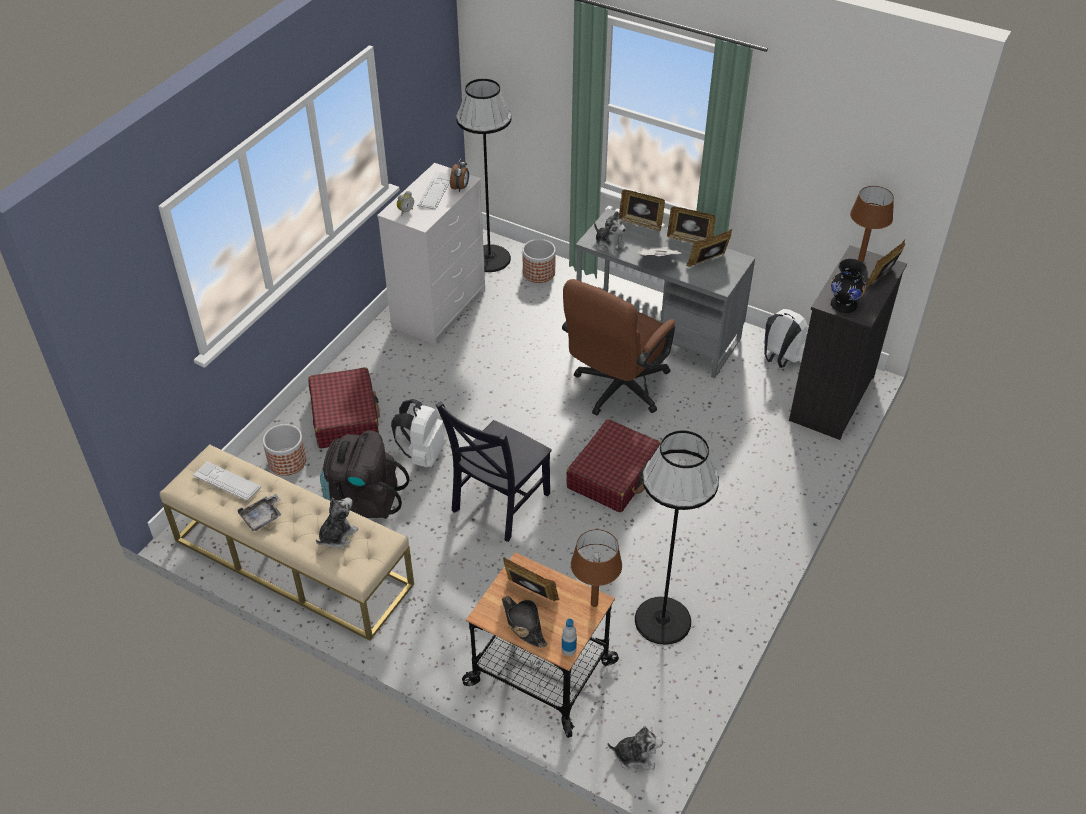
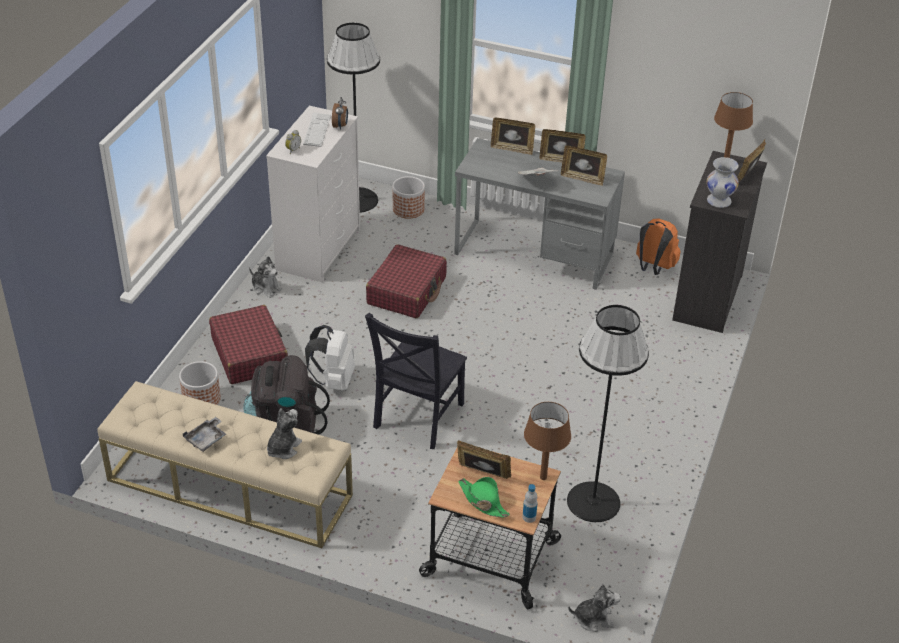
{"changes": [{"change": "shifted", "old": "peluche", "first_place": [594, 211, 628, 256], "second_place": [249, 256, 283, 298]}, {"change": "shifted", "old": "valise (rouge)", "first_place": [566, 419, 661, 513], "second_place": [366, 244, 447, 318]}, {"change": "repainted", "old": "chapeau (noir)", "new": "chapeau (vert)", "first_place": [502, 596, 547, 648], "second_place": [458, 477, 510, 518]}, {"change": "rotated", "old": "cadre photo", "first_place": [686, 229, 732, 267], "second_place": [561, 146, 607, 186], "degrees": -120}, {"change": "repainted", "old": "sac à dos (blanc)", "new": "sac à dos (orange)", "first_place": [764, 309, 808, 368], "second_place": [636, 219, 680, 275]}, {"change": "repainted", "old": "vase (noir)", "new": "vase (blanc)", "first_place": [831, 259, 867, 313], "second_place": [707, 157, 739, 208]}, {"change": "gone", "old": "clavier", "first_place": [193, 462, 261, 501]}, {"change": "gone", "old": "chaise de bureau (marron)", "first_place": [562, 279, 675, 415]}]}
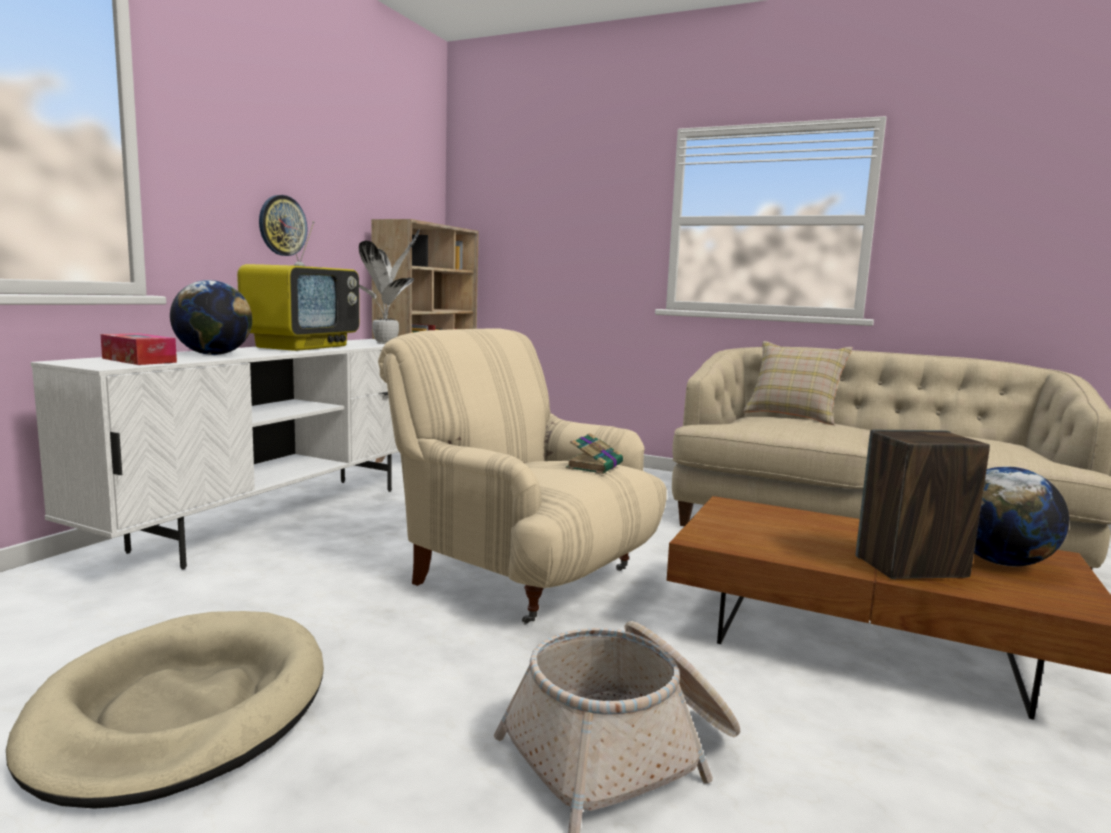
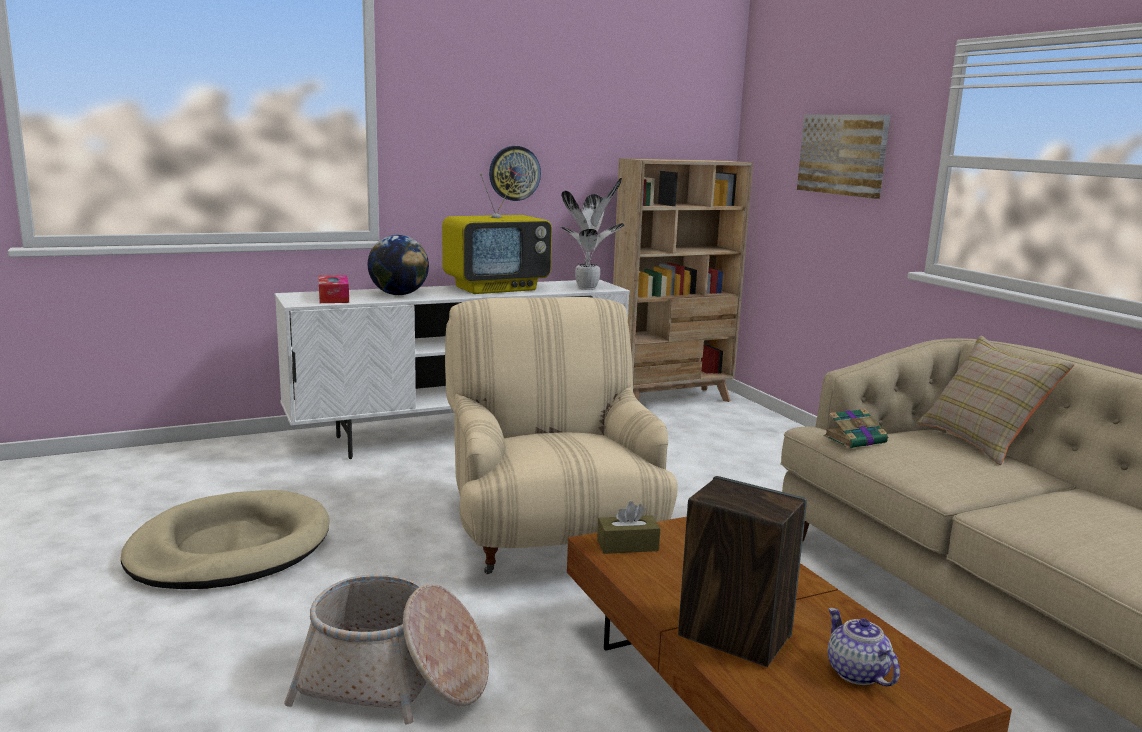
{"changes": [{"change": "new", "new": "boîte à mouchoirs (marron)", "second_place": [597, 501, 660, 554]}, {"change": "new", "new": "tableau", "second_place": [797, 115, 890, 199]}, {"change": "shifted", "old": "livre", "first_place": [566, 433, 623, 474], "second_place": [824, 408, 889, 449]}, {"change": "swapped", "old": "globe", "new": "théière", "first_place": [974, 466, 1069, 567], "second_place": [828, 608, 900, 687]}]}
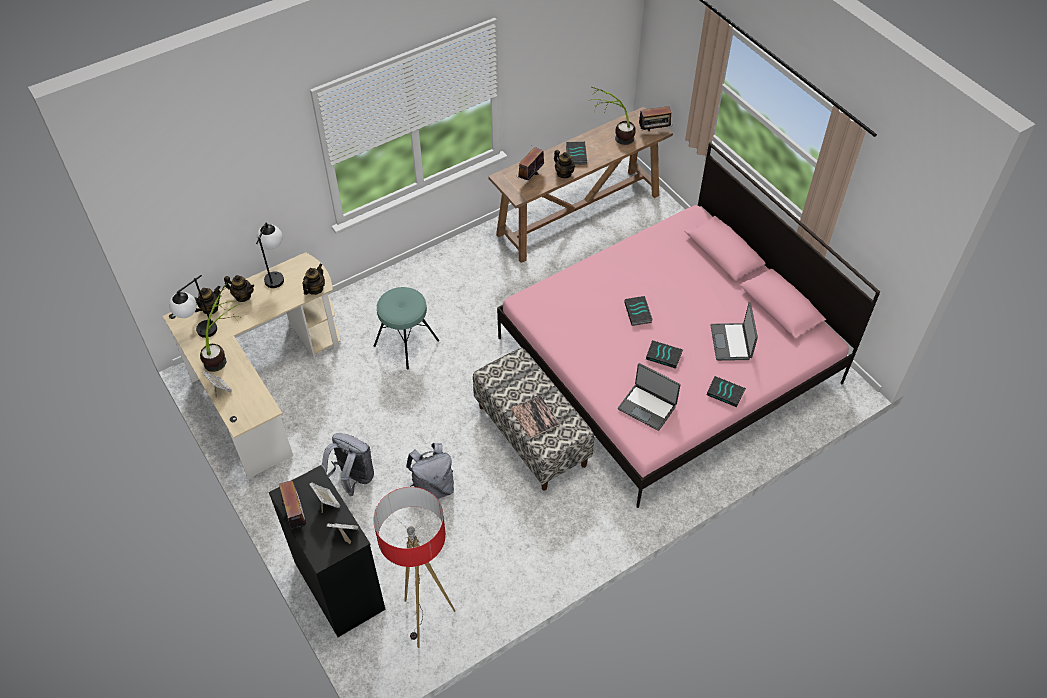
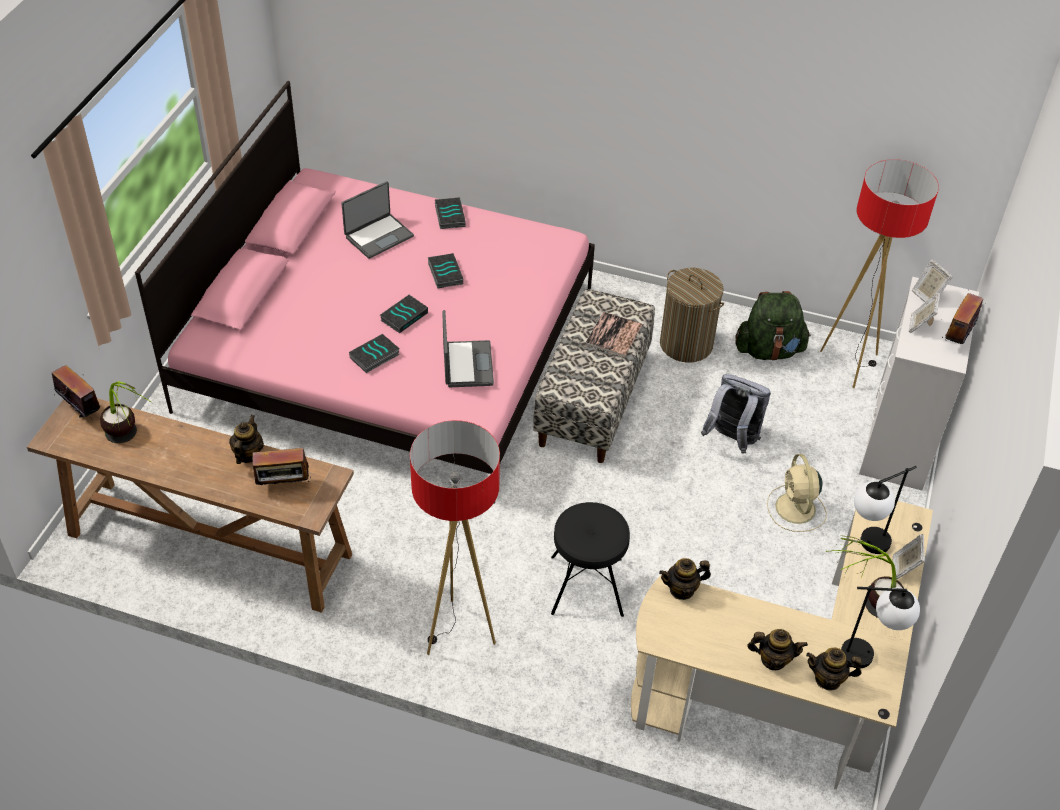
{"changes": [{"change": "shifted", "old": "livre", "first_place": [566, 142, 587, 165], "second_place": [349, 334, 400, 373]}, {"change": "new", "new": "lampadaire", "second_place": [410, 420, 500, 655]}, {"change": "shifted", "old": "ordinateur portable", "first_place": [618, 363, 681, 431], "second_place": [442, 310, 494, 387]}, {"change": "repainted", "old": "tabouret (turquoise)", "new": "tabouret (noir)", "first_place": [374, 287, 439, 370], "second_place": [551, 502, 630, 617]}, {"change": "new", "new": "panier à linge", "second_place": [660, 268, 724, 363]}, {"change": "new", "new": "sac à dos (vert)", "second_place": [735, 291, 811, 361]}, {"change": "rotated", "old": "théière", "first_place": [224, 275, 254, 302], "second_place": [747, 629, 808, 670], "degrees": 120}, {"change": "swapped", "old": "sac à dos (gris)", "new": "ventilateur (beige)", "first_place": [322, 433, 374, 496], "second_place": [767, 454, 827, 532]}, {"change": "shifted", "old": "lampe de table", "first_place": [256, 223, 284, 288], "second_place": [854, 466, 917, 554]}, {"change": "repainted", "old": "commode (noir)", "new": "commode (blanc)", "first_place": [269, 465, 386, 637], "second_place": [859, 277, 979, 490]}]}
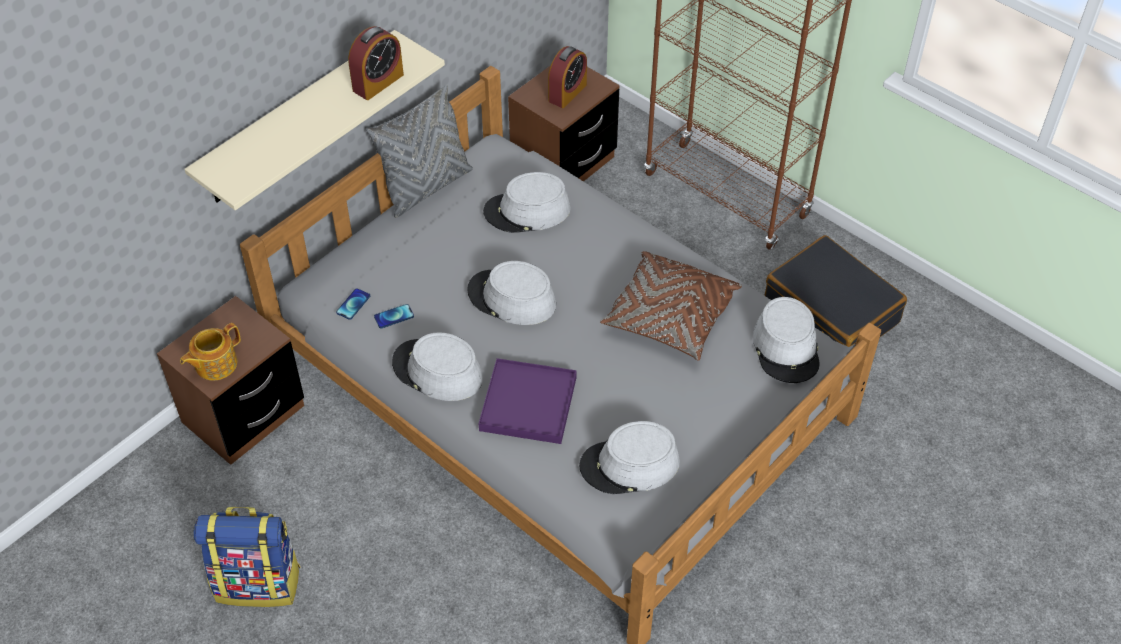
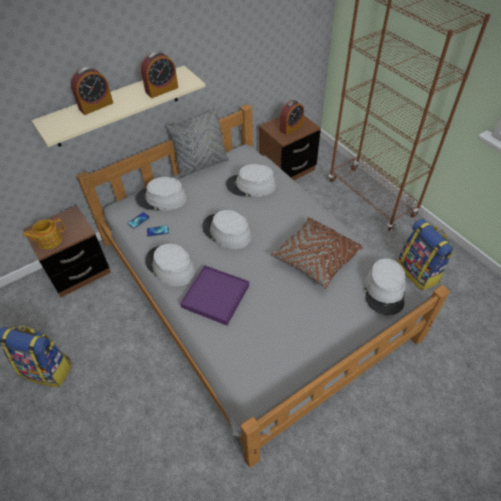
{"changes": [{"change": "new", "new": "réveil", "second_place": [71, 67, 113, 115]}, {"change": "shifted", "old": "chapeau (gris)", "first_place": [579, 421, 680, 494], "second_place": [136, 177, 187, 211]}, {"change": "swapped", "old": "valise (noir)", "new": "sac à dos", "first_place": [765, 235, 907, 347], "second_place": [397, 219, 453, 291]}]}
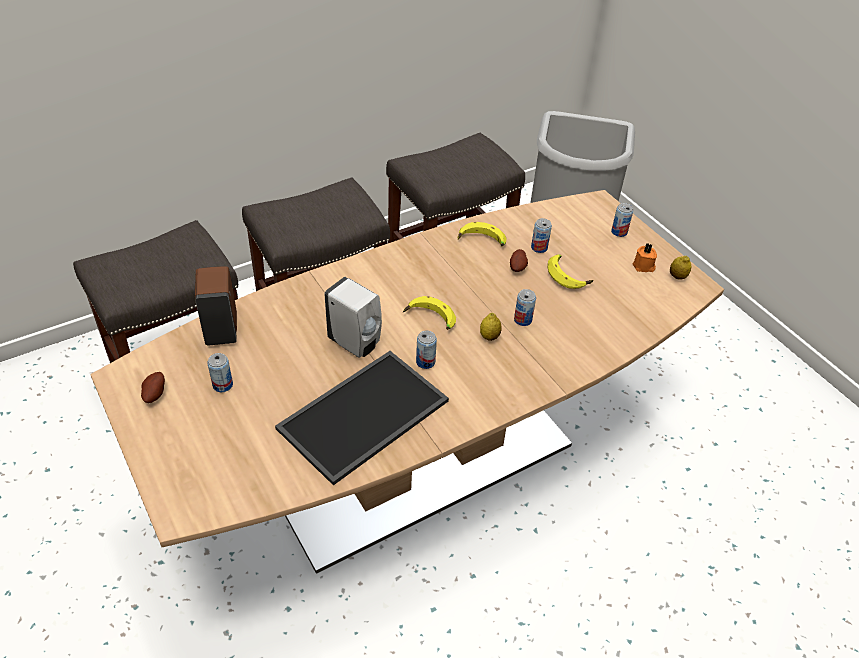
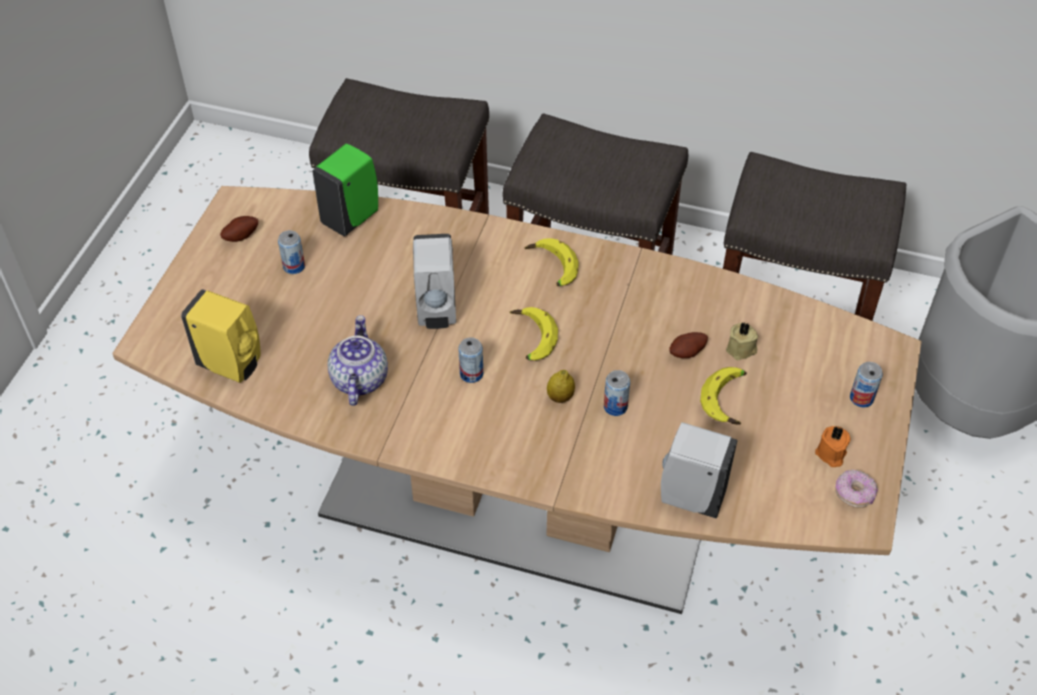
{"changes": [{"change": "new", "new": "distributeur de savon (jaune)", "second_place": [181, 289, 261, 383]}, {"change": "repainted", "old": "distributeur de savon (marron)", "new": "distributeur de savon (vert)", "first_place": [195, 266, 237, 345], "second_place": [312, 143, 378, 236]}, {"change": "swapped", "old": "plateau", "new": "théière", "first_place": [275, 351, 449, 485], "second_place": [328, 315, 388, 406]}, {"change": "shifted", "old": "banane", "first_place": [457, 222, 507, 246], "second_place": [525, 238, 579, 286]}, {"change": "new", "new": "distributeur de savon (blanc)", "second_place": [661, 422, 738, 519]}, {"change": "swapped", "old": "boîte métallique", "new": "bougie (beige)", "first_place": [531, 218, 552, 253], "second_place": [726, 322, 758, 360]}, {"change": "swapped", "old": "citron", "new": "beignet", "first_place": [670, 256, 691, 280], "second_place": [835, 469, 878, 508]}]}
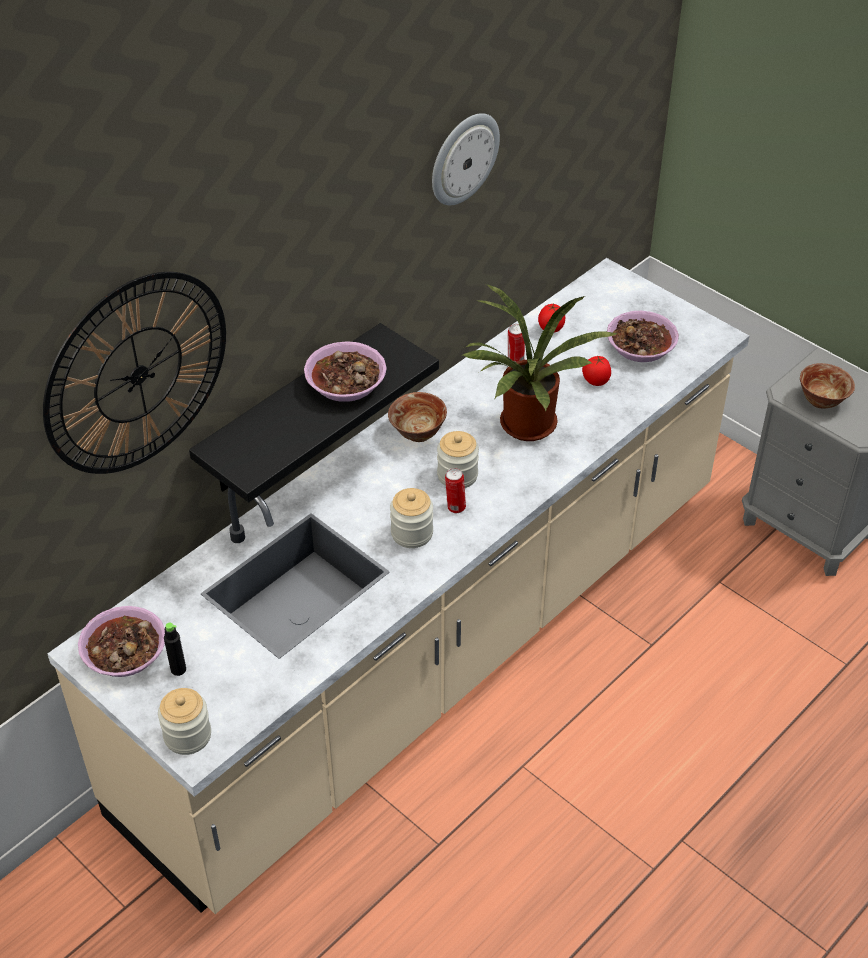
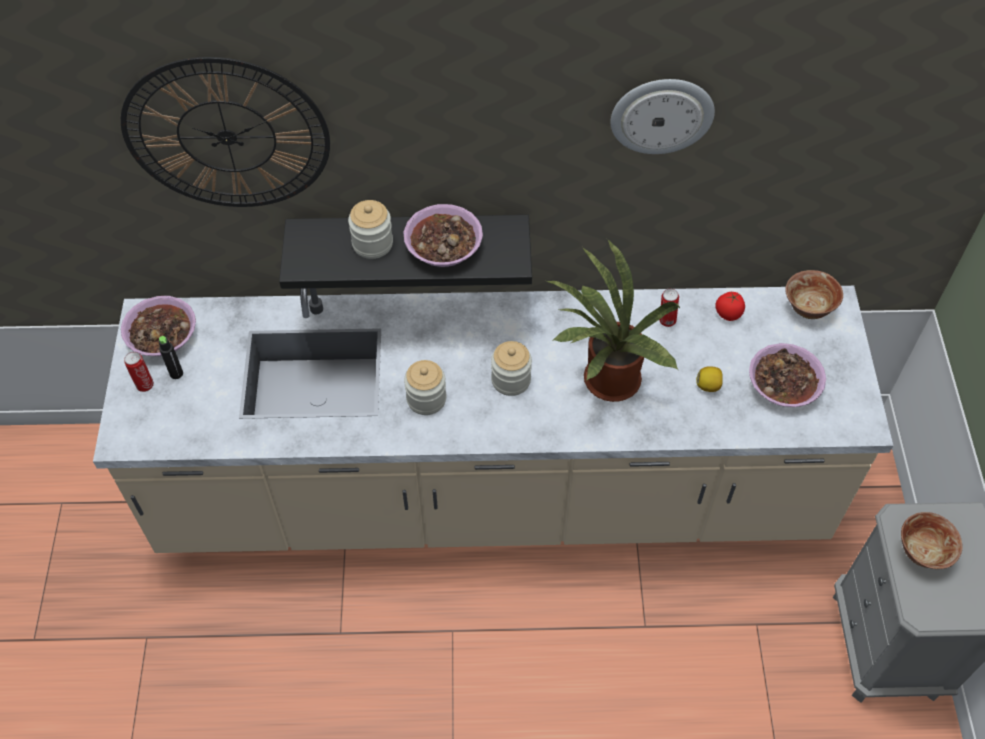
{"changes": [{"change": "shifted", "old": "boîte métallique", "first_place": [445, 468, 466, 513], "second_place": [124, 352, 154, 392]}, {"change": "shifted", "old": "bocal", "first_place": [158, 688, 211, 755], "second_place": [348, 200, 393, 259]}, {"change": "swapped", "old": "tomate", "new": "citron", "first_place": [582, 356, 611, 386], "second_place": [696, 366, 723, 392]}, {"change": "shifted", "old": "bol", "first_place": [388, 392, 447, 442], "second_place": [785, 270, 843, 319]}]}
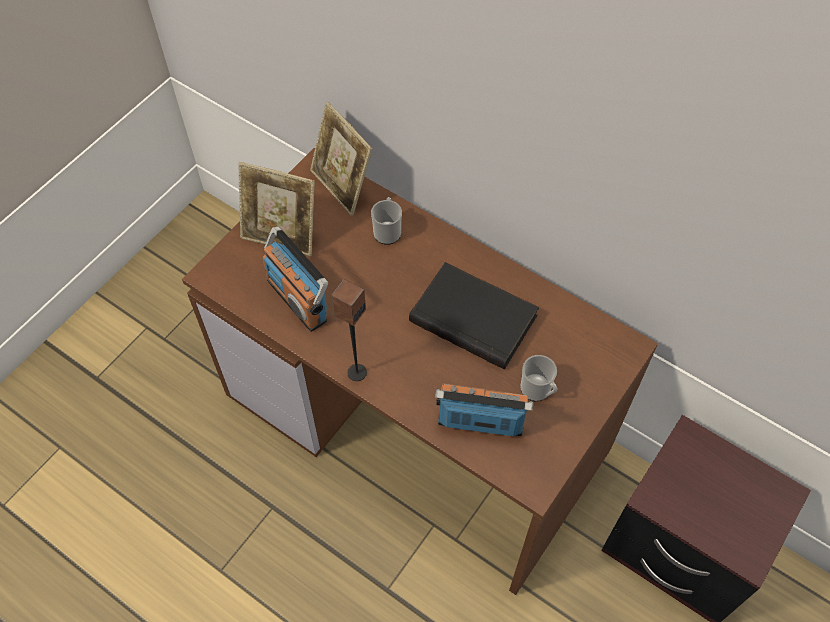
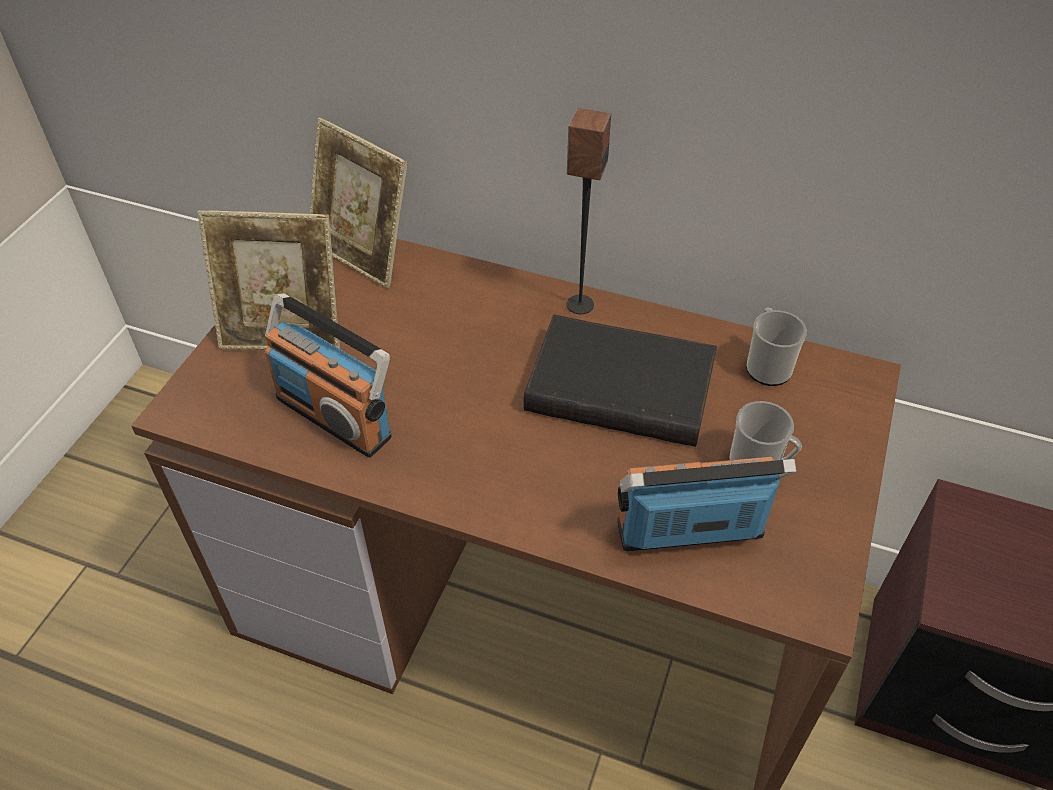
{"changes": [{"change": "shifted", "old": "enceinte", "first_place": [331, 279, 367, 381], "second_place": [566, 108, 611, 314]}, {"change": "shifted", "old": "mug", "first_place": [371, 197, 402, 245], "second_place": [746, 308, 807, 386]}]}
